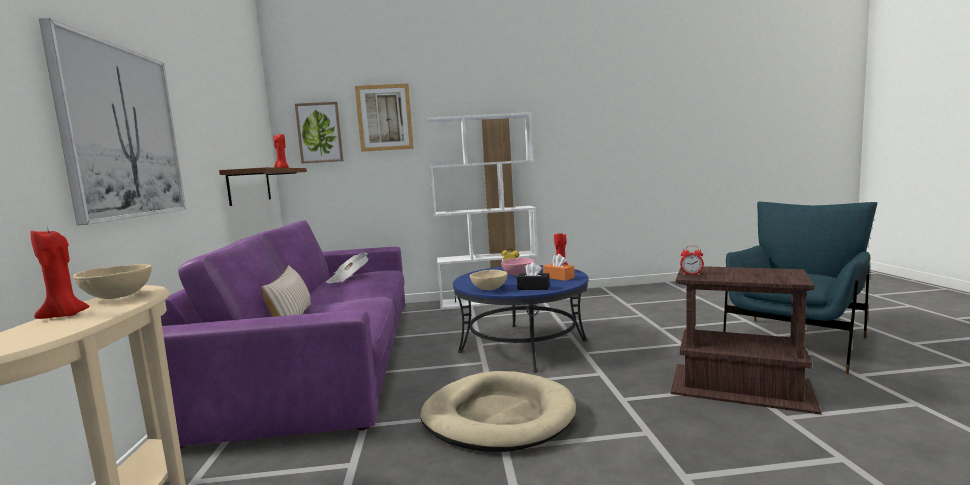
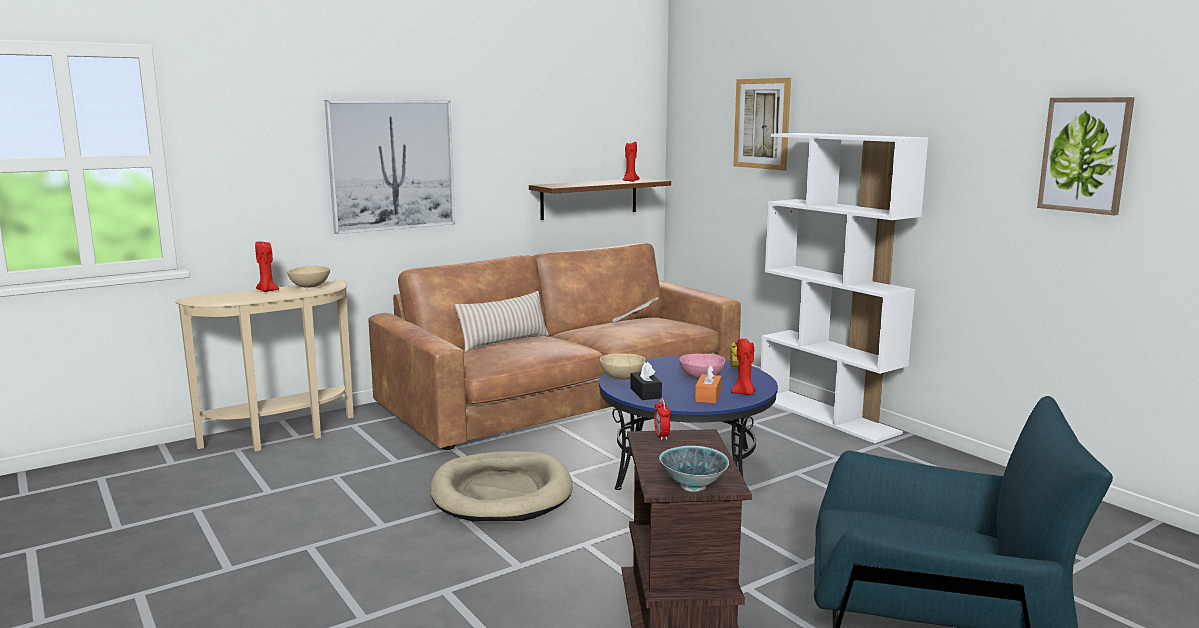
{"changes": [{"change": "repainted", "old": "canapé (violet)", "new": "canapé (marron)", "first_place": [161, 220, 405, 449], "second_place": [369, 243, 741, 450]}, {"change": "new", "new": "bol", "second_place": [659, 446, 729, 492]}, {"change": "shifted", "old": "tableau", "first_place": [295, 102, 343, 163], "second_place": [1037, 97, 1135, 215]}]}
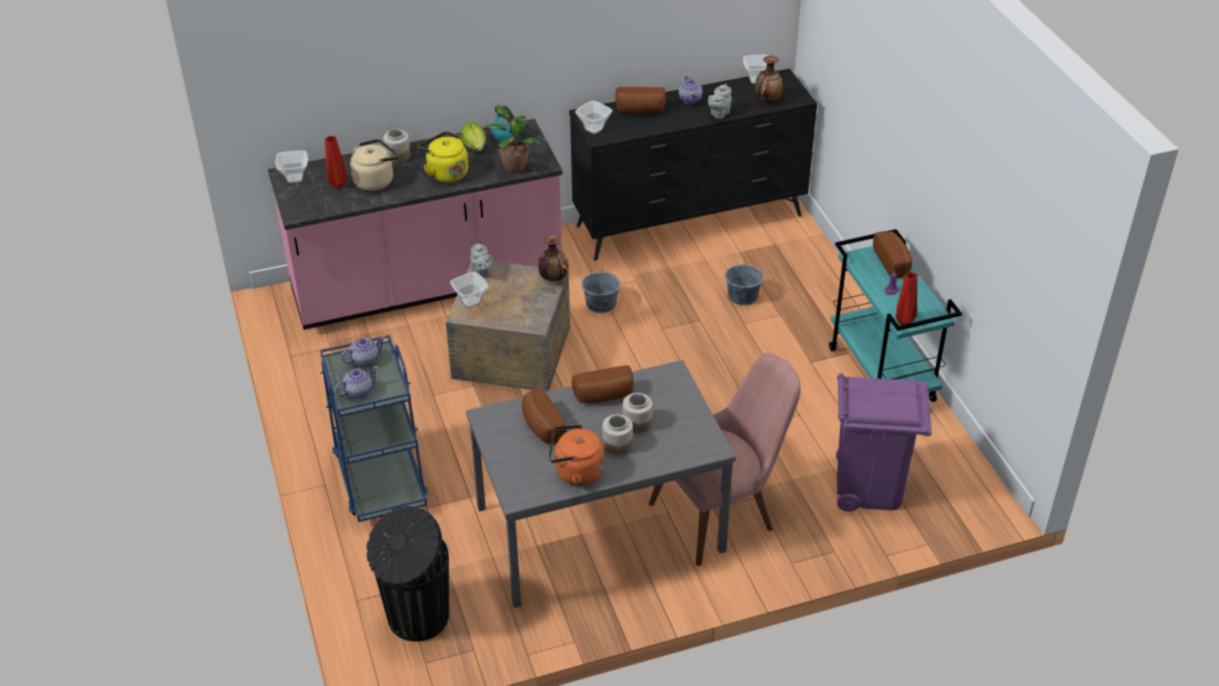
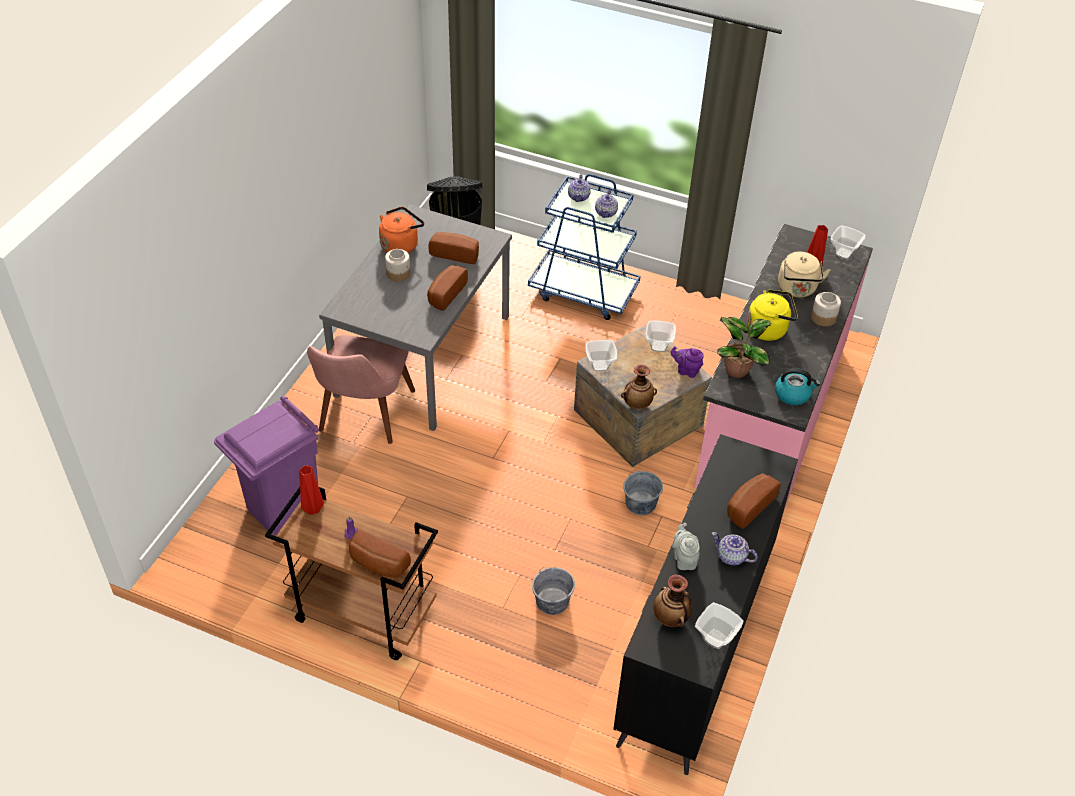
{"changes": [{"change": "repainted", "old": "chariot (turquoise)", "new": "chariot (marron)", "first_place": [829, 229, 962, 402], "second_place": [265, 487, 438, 660]}, {"change": "shifted", "old": "bol", "first_place": [575, 101, 613, 134], "second_place": [585, 340, 617, 372]}, {"change": "repainted", "old": "théière (gris)", "new": "théière (violet)", "first_place": [470, 242, 493, 278], "second_place": [671, 346, 704, 378]}, {"change": "gone", "old": "laitue", "first_place": [461, 122, 486, 152]}, {"change": "gone", "old": "bocal", "first_place": [623, 393, 653, 433]}]}
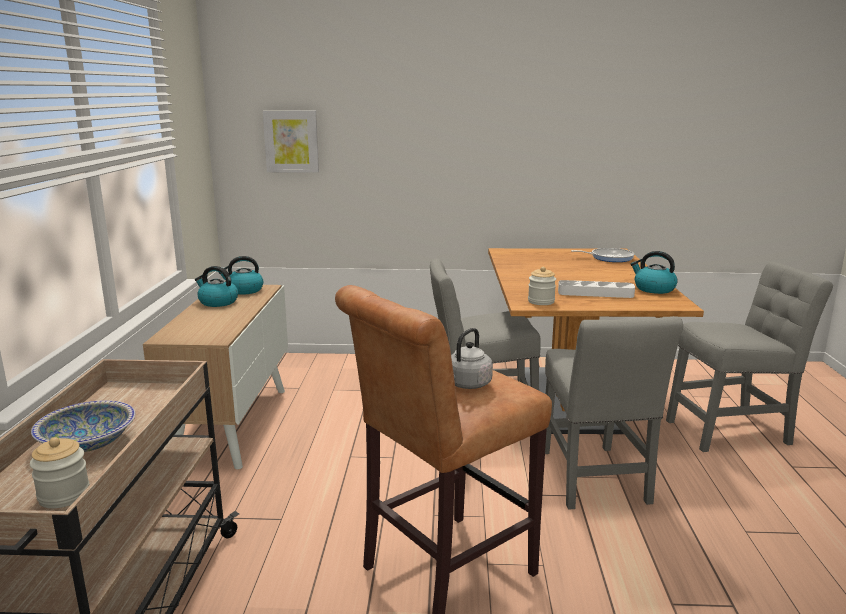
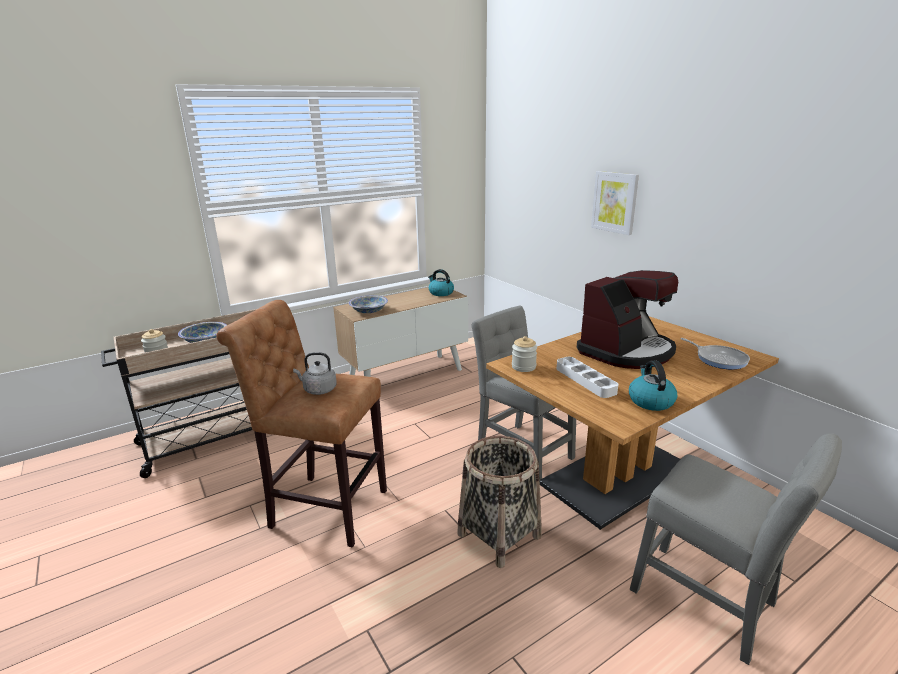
{"changes": [{"change": "new", "new": "bol", "second_place": [349, 295, 388, 313]}, {"change": "swapped", "old": "chaise (gris)", "new": "panier", "first_place": [545, 316, 683, 510], "second_place": [457, 436, 542, 568]}, {"change": "new", "new": "machine à café", "second_place": [577, 270, 678, 369]}, {"change": "shifted", "old": "tableau", "first_place": [263, 110, 319, 173], "second_place": [591, 171, 639, 235]}, {"change": "gone", "old": "bouilloire", "first_place": [195, 266, 238, 307]}]}
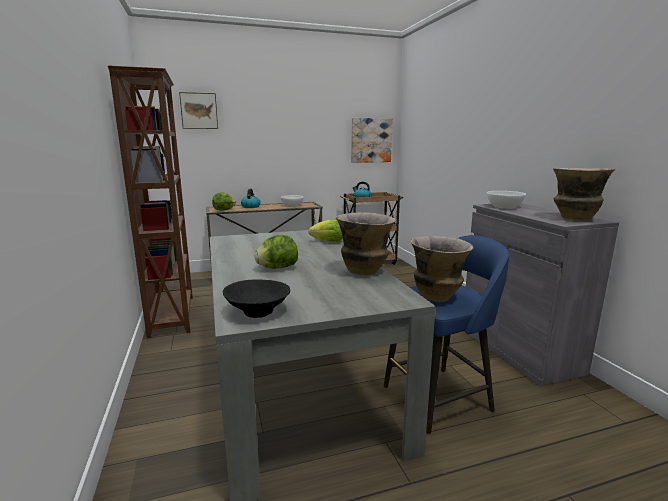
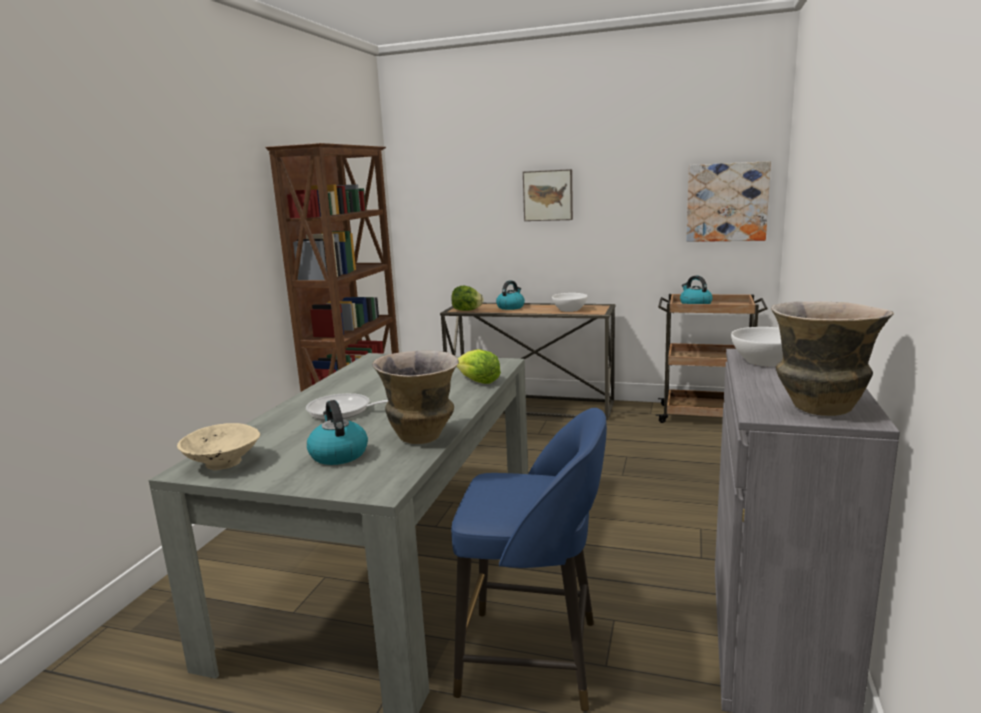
{"changes": [{"change": "repainted", "old": "bol (noir)", "new": "bol (beige)", "first_place": [223, 279, 290, 318], "second_place": [177, 423, 260, 470]}, {"change": "swapped", "old": "laitue", "new": "poêle", "first_place": [254, 235, 298, 268], "second_place": [306, 393, 388, 420]}, {"change": "new", "new": "bouilloire", "second_place": [307, 400, 368, 465]}, {"change": "shifted", "old": "tableau", "first_place": [179, 92, 218, 129], "second_place": [523, 169, 573, 221]}, {"change": "gone", "old": "vase", "first_place": [410, 236, 473, 302]}]}
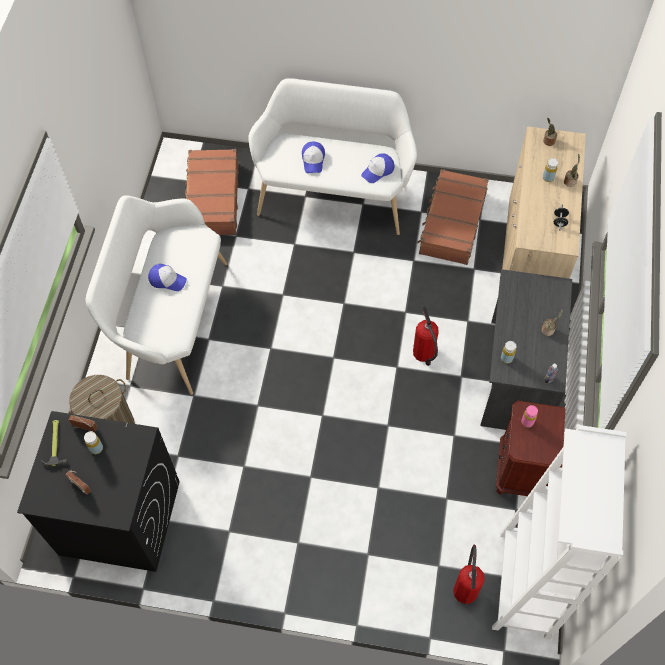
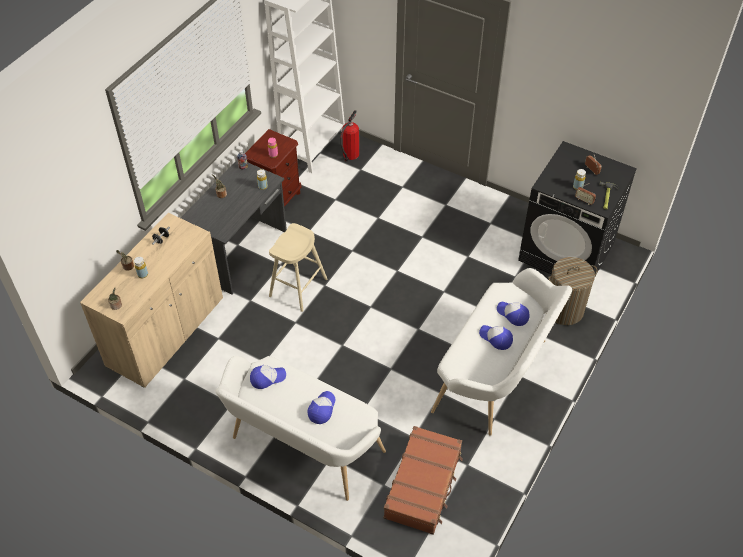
{"changes": [{"change": "swapped", "old": "extincteur", "new": "tabouret (beige)", "first_place": [413, 307, 439, 366], "second_place": [269, 223, 327, 312]}, {"change": "new", "new": "casquette", "second_place": [497, 302, 529, 326]}, {"change": "gone", "old": "valise (marron)", "first_place": [417, 169, 489, 265]}]}
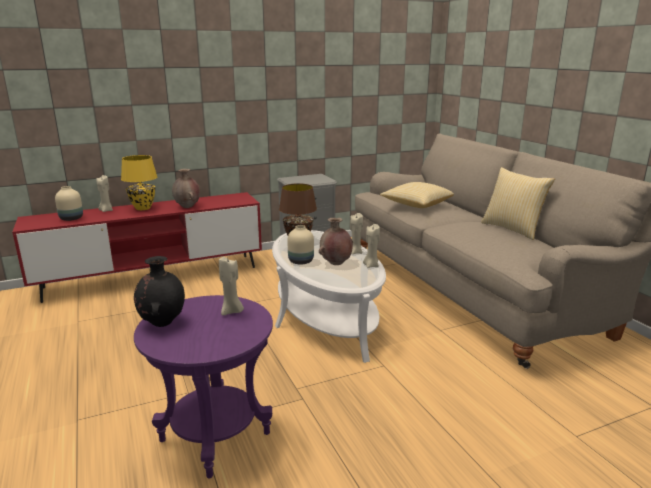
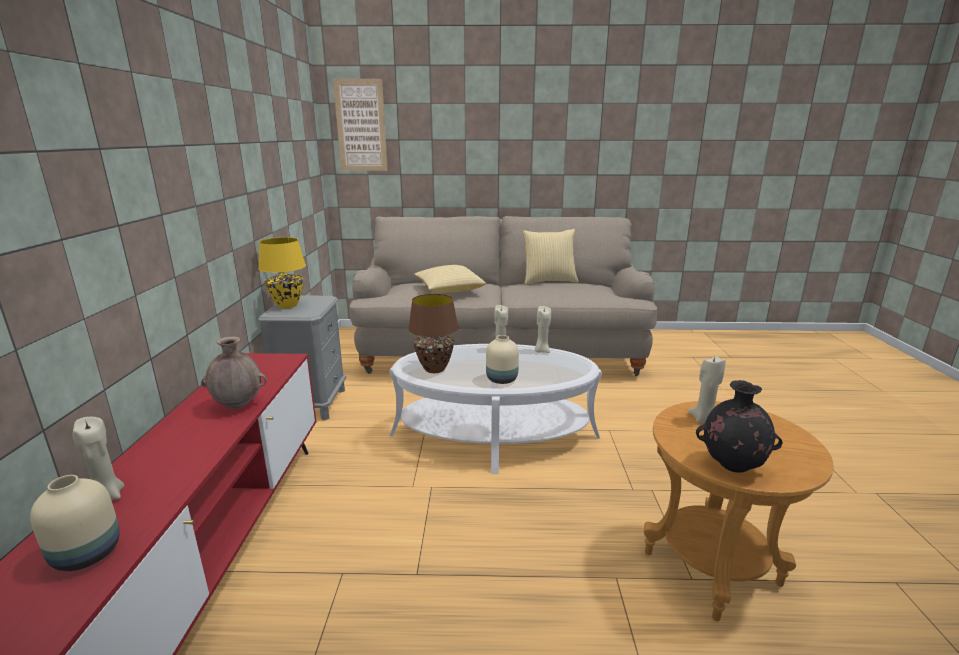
{"changes": [{"change": "shifted", "old": "lampe de table (jaune)", "first_place": [121, 155, 158, 210], "second_place": [258, 237, 306, 308]}, {"change": "new", "new": "tableau", "second_place": [333, 79, 388, 171]}, {"change": "repainted", "old": "table d'appoint (violet)", "new": "table d'appoint (marron)", "first_place": [134, 295, 273, 478], "second_place": [644, 401, 834, 621]}, {"change": "gone", "old": "vase (marron)", "first_place": [319, 218, 353, 265]}]}
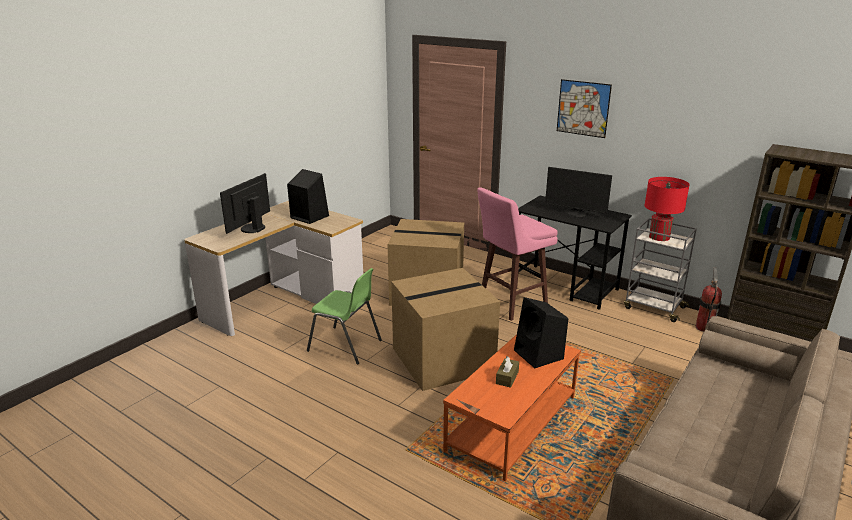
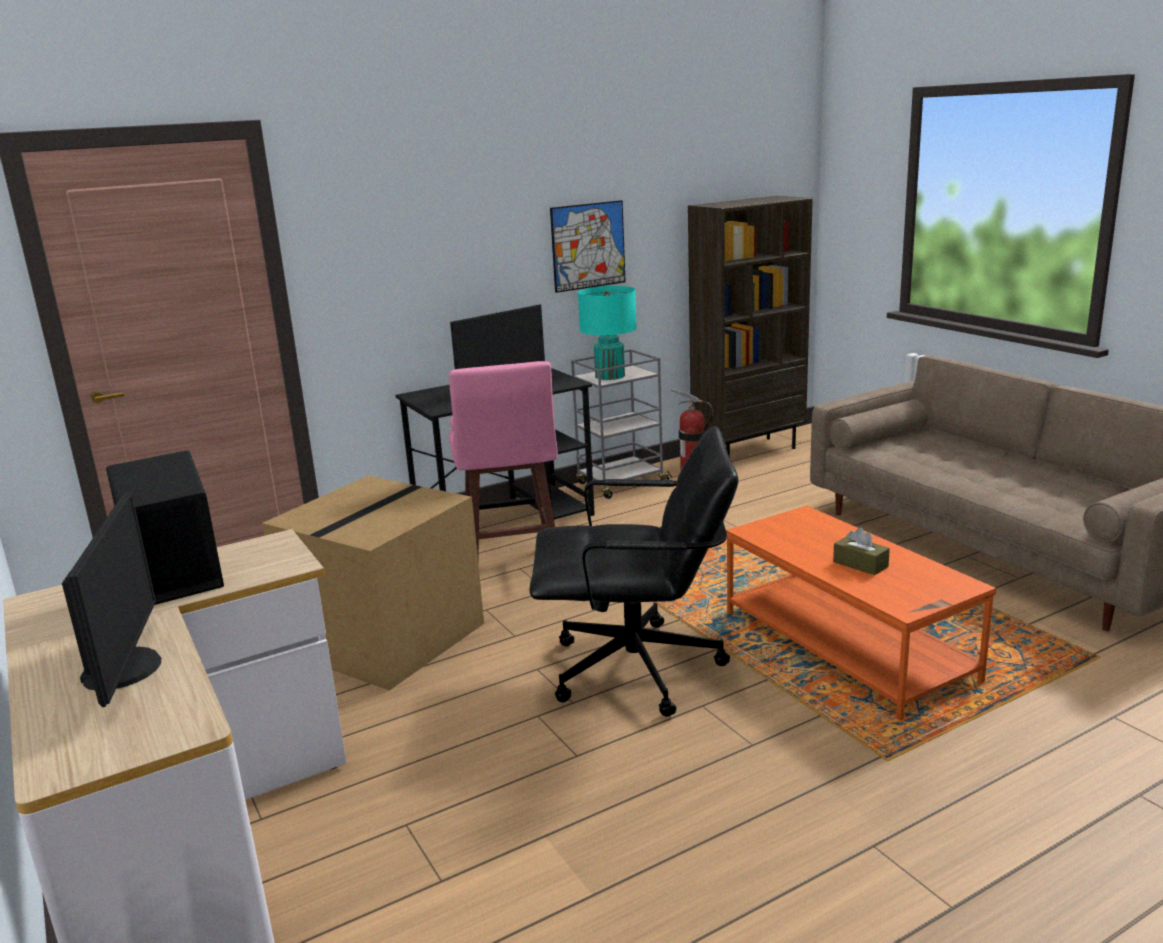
{"changes": [{"change": "rotated", "old": "écran d'ordinateur", "first_place": [220, 173, 270, 234], "second_place": [62, 491, 161, 707], "degrees": -150}, {"change": "swapped", "old": "carton", "new": "chaise de bureau (noir)", "first_place": [391, 268, 500, 391], "second_place": [529, 426, 738, 717]}, {"change": "shifted", "old": "tableau", "first_place": [557, 79, 612, 138], "second_place": [550, 200, 626, 293]}, {"change": "repainted", "old": "lampe de table (rouge)", "new": "lampe de table (turquoise)", "first_place": [645, 177, 690, 241], "second_place": [578, 286, 637, 380]}, {"change": "gone", "old": "chaise (vert)", "first_place": [307, 268, 382, 364]}, {"change": "gone", "old": "enceinte (noir)", "first_place": [514, 297, 568, 368]}]}
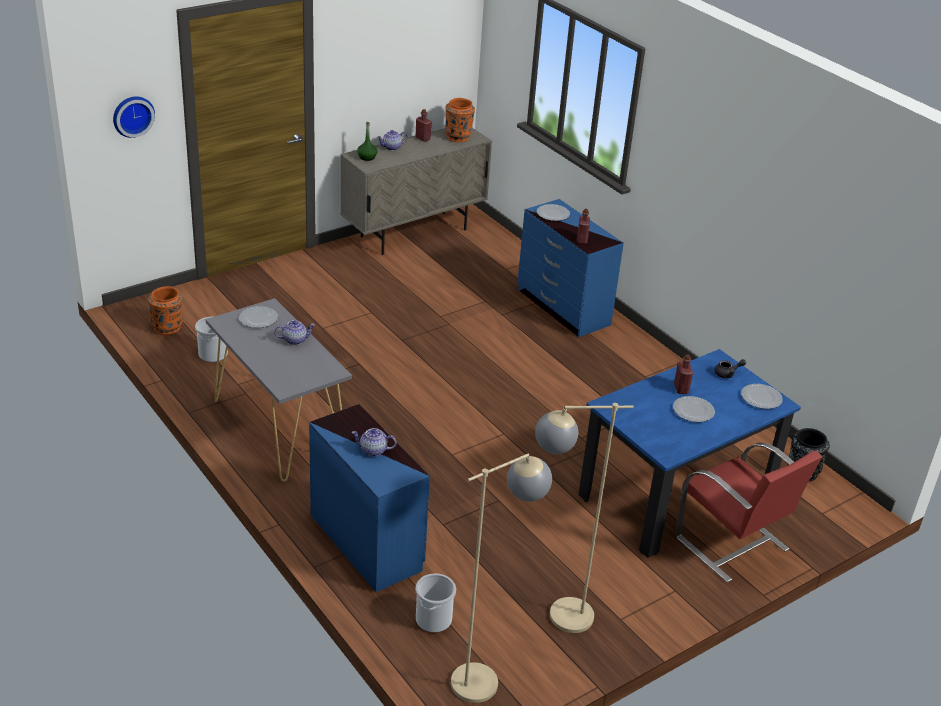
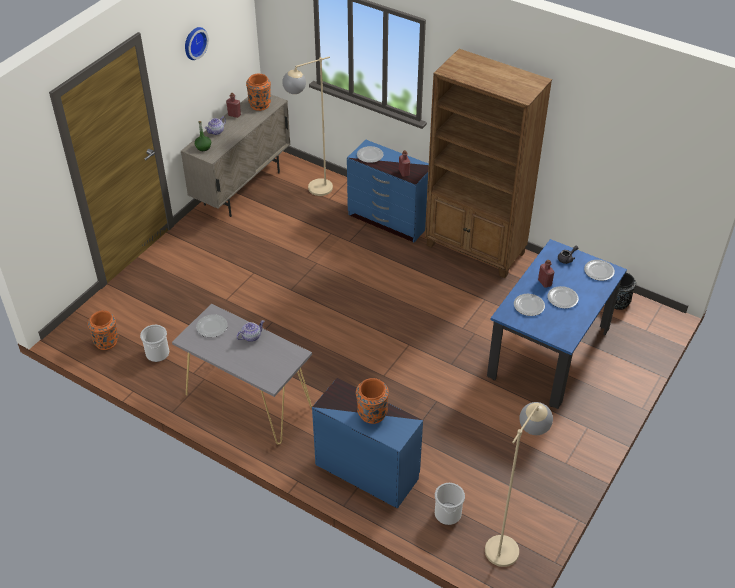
{"changes": [{"change": "shifted", "old": "horloge murale", "first_place": [113, 97, 155, 138], "second_place": [185, 27, 209, 60]}, {"change": "shifted", "old": "lampadaire (beige)", "first_place": [535, 403, 634, 633], "second_place": [282, 56, 333, 196]}, {"change": "swapped", "old": "théière", "new": "vase (orange)", "first_place": [351, 428, 397, 457], "second_place": [356, 378, 389, 424]}, {"change": "new", "new": "bibliothèque (marron)", "second_place": [425, 49, 552, 278]}, {"change": "new", "new": "assiette", "second_place": [514, 294, 545, 316]}, {"change": "gone", "old": "chaise (rouge)", "first_place": [676, 442, 822, 583]}]}
